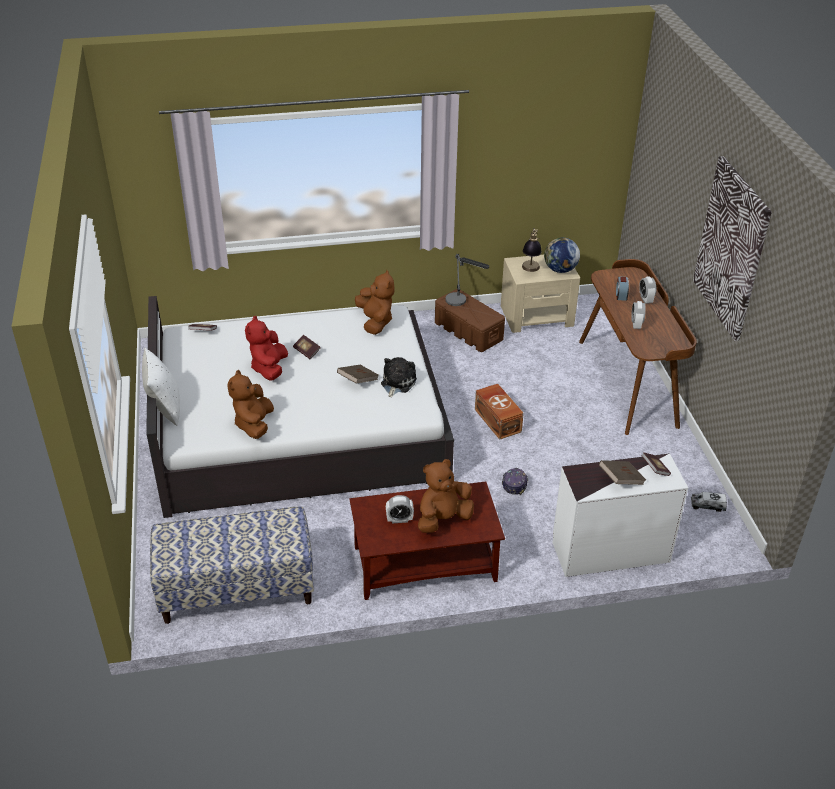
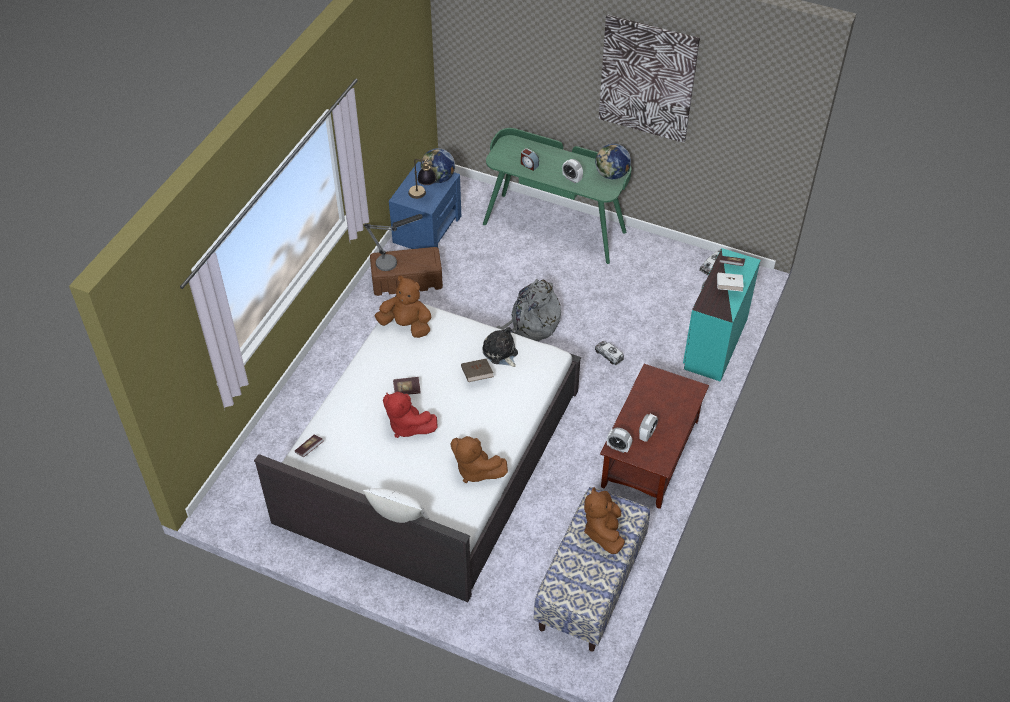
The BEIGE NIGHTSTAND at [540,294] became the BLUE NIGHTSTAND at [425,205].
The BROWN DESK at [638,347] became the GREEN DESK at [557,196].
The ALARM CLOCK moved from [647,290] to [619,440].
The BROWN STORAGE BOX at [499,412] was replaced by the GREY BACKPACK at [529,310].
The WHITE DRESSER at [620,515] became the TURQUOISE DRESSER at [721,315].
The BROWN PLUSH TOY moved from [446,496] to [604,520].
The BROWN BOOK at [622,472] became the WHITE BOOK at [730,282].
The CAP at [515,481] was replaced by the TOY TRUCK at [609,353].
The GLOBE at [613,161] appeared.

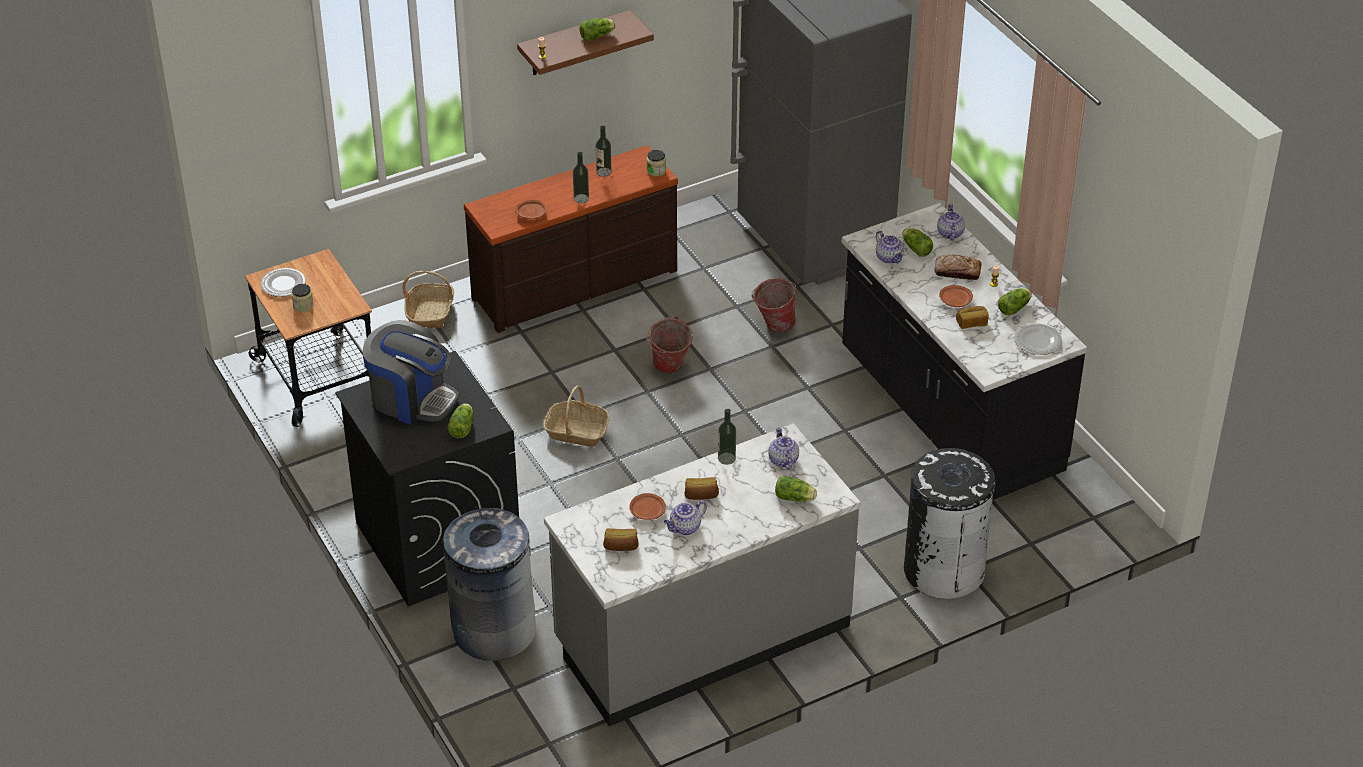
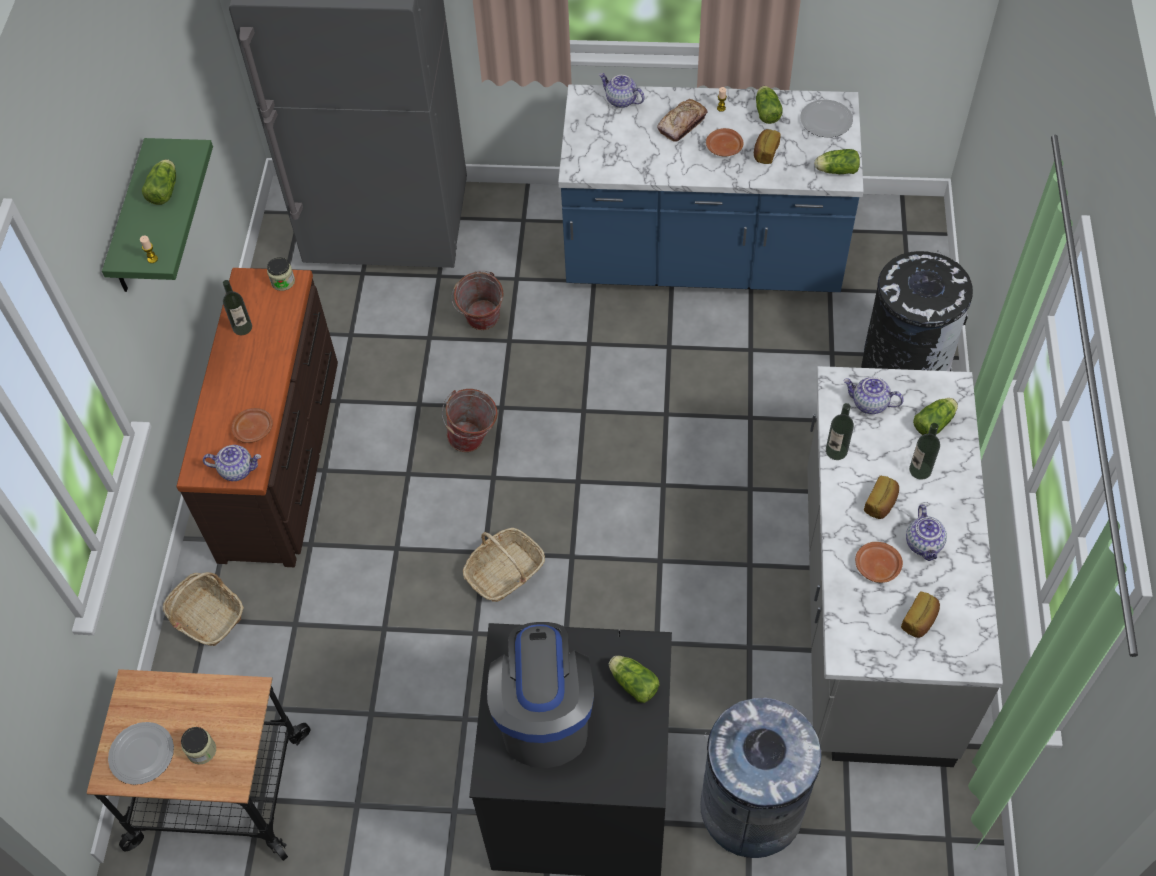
The BROWN SHELF at [585,42] became the GREEN SHELF at [157,215].
The BOTTLE moved from [581,177] to [924,451].
The BLACK COUNTER at [964,351] became the BLUE COUNTER at [711,188].
The LETTUCE moved from [917,242] to [837,161].
The TEAPOT moved from [890,247] to [232,463].
The COFFEE MACHINE at [411,372] turned 60 degrees counterclockwise.

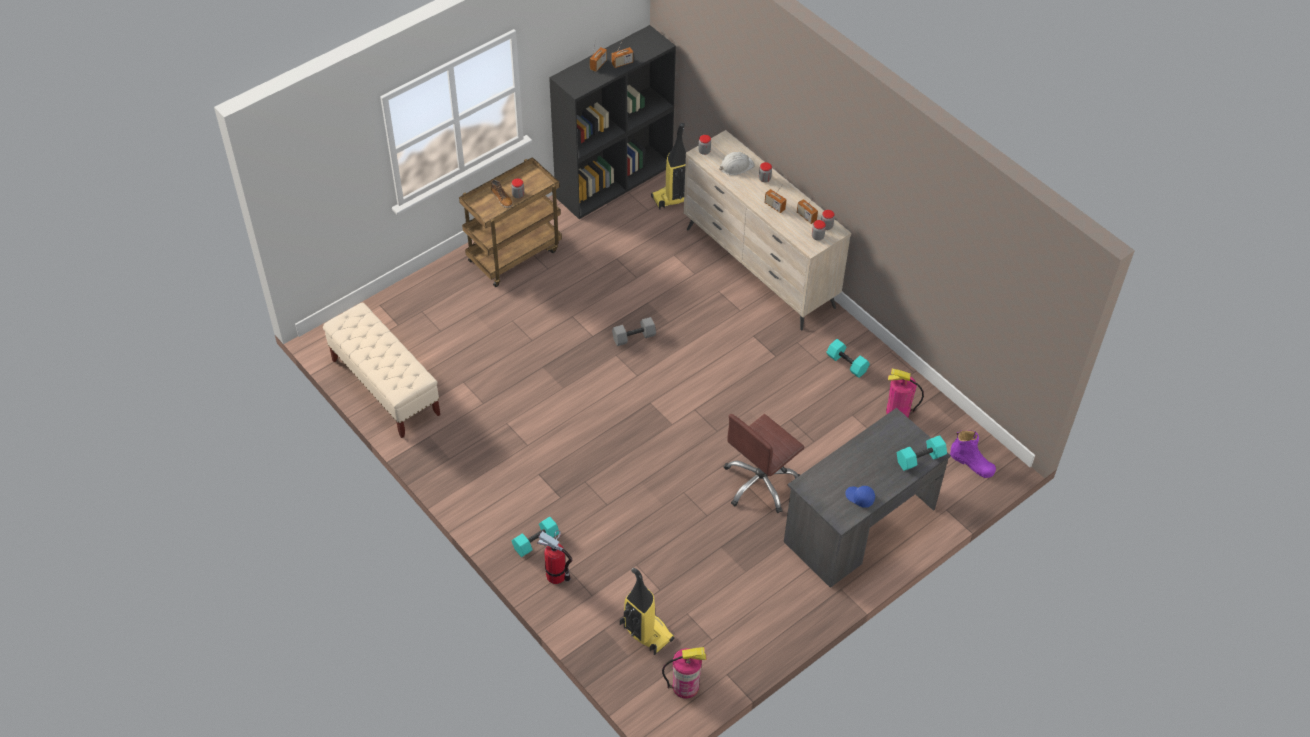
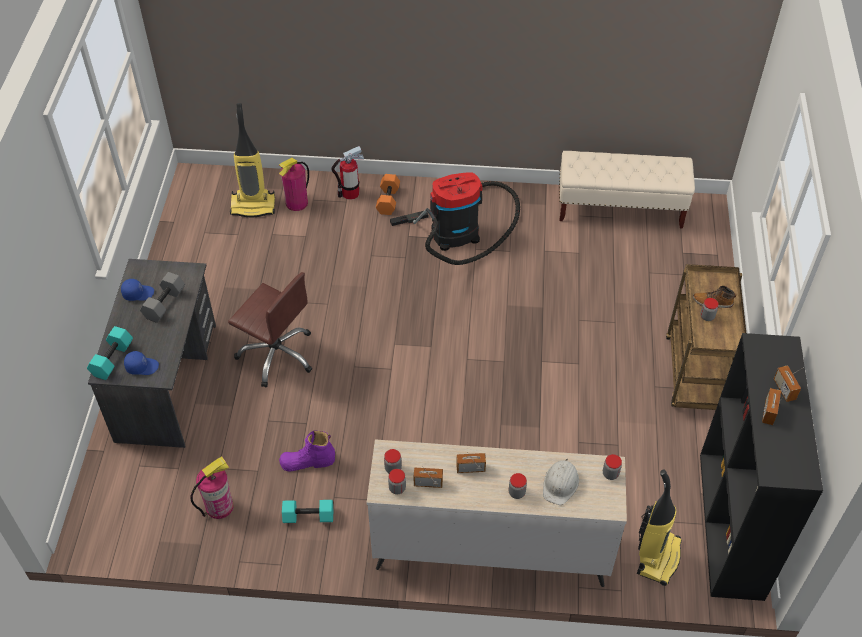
The GREY DUMBBELL moved from [634,331] to [162,297].
The BROWN OFFICE CHAIR at [764,463] turned 120 degrees clockwise.
The PURPLE BOOT moved from [973,454] to [307,451].
The TURQUOISE DUMBBELL at [535,537] became the ORANGE DUMBBELL at [388,194].
The FIRE EXTINGUISHER moved from [684,673] to [294,184].
The VACUUM CLEANER at [455,218] appeared.
The BLUE CAP at [141,363] appeared.

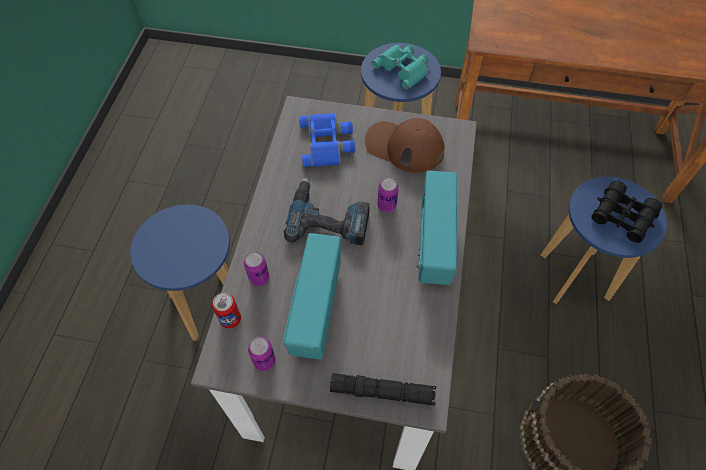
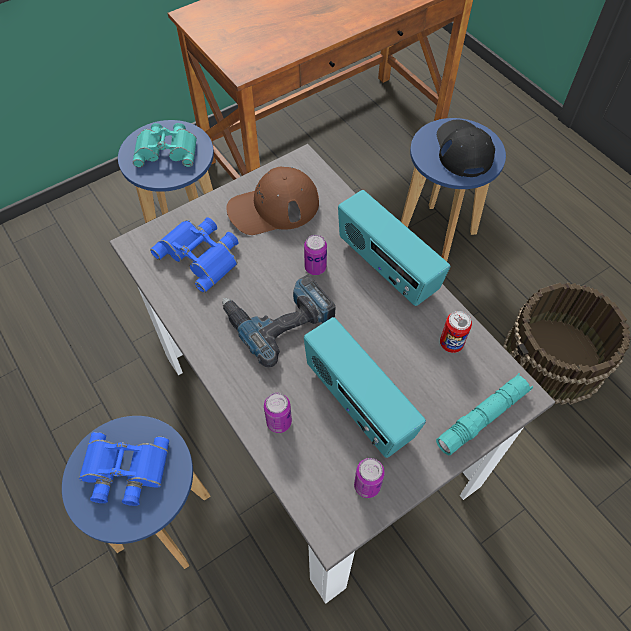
The BLACK BINOCULARS at [626,212] was replaced by the BLACK CAP at [466,148].
The CAN moved from [226,311] to [456,332].
The BLACK FLASHLIGHT at [383,390] became the TURQUOISE FLASHLIGHT at [484,414].
The BLUE BINOCULARS at [124,469] appeared.

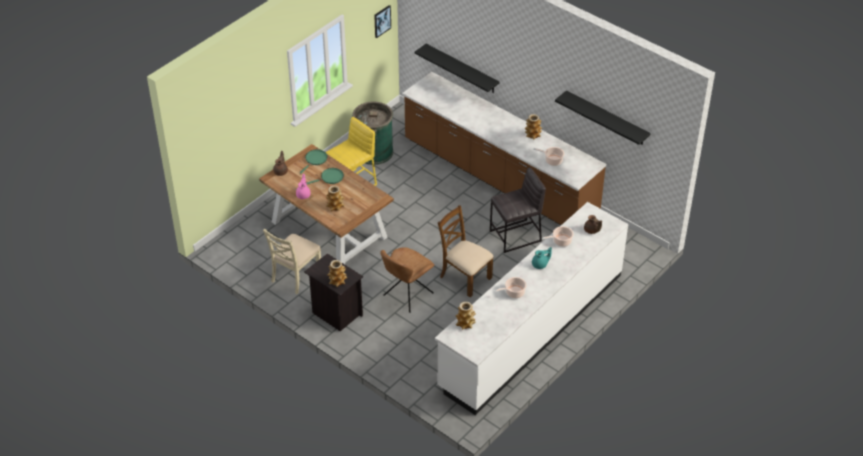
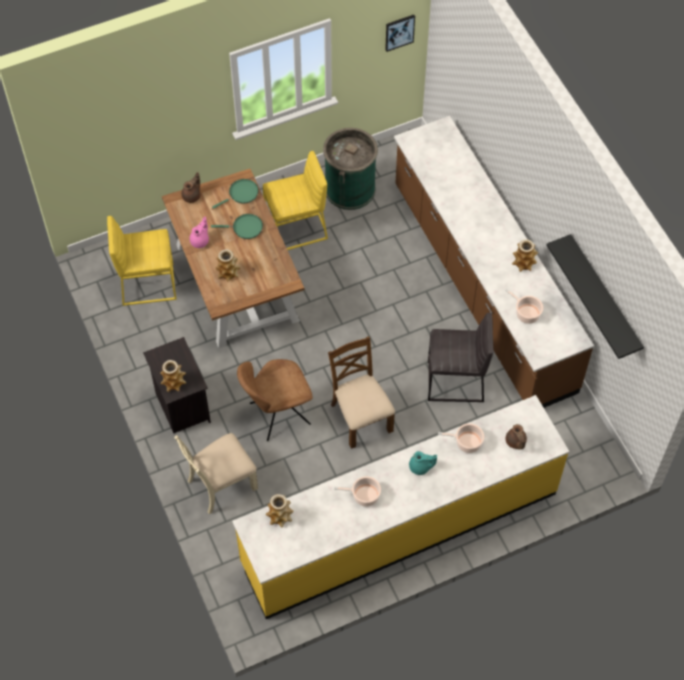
The BLACK SHELF at [457,68] disappeared.
The WHITE COUNTER at [532,308] became the YELLOW COUNTER at [400,507].
The BEIGE CHAIR moved from [292,261] to [216,473].
The YELLOW STOOL at [142,261] appeared.

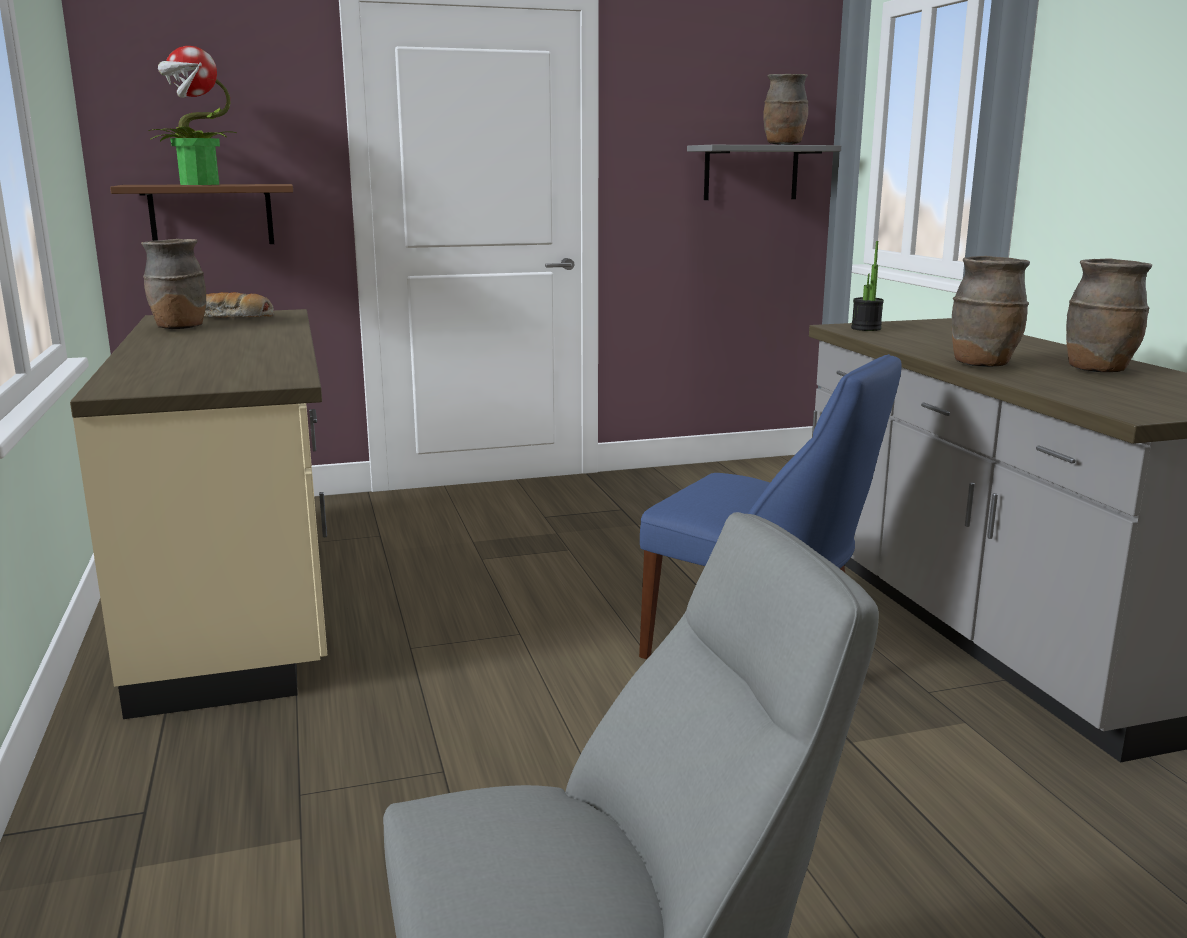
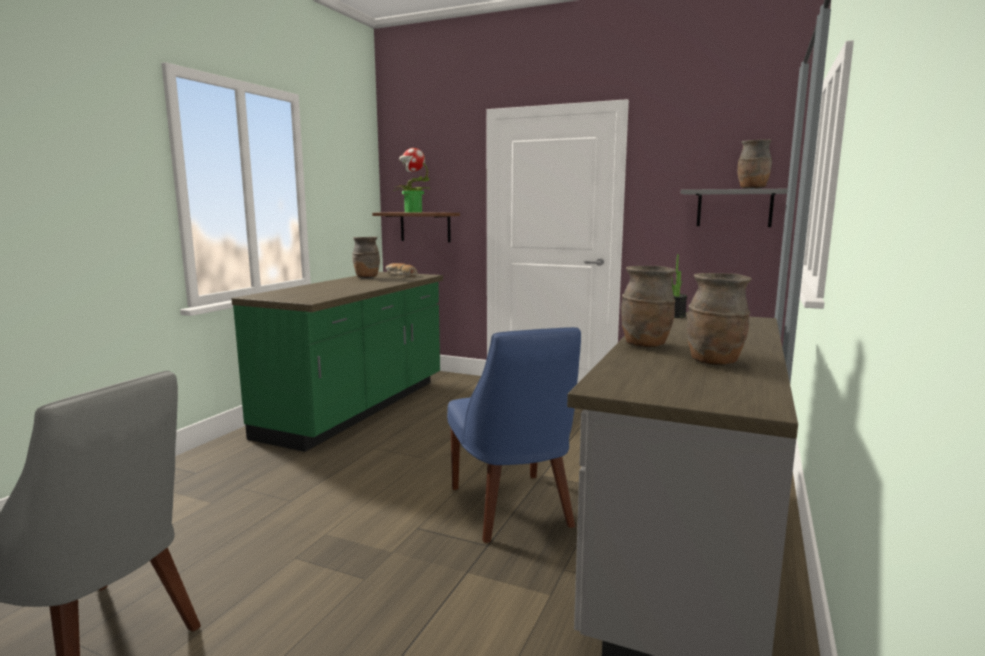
The BEIGE COUNTER at [198,514] became the GREEN COUNTER at [337,362].

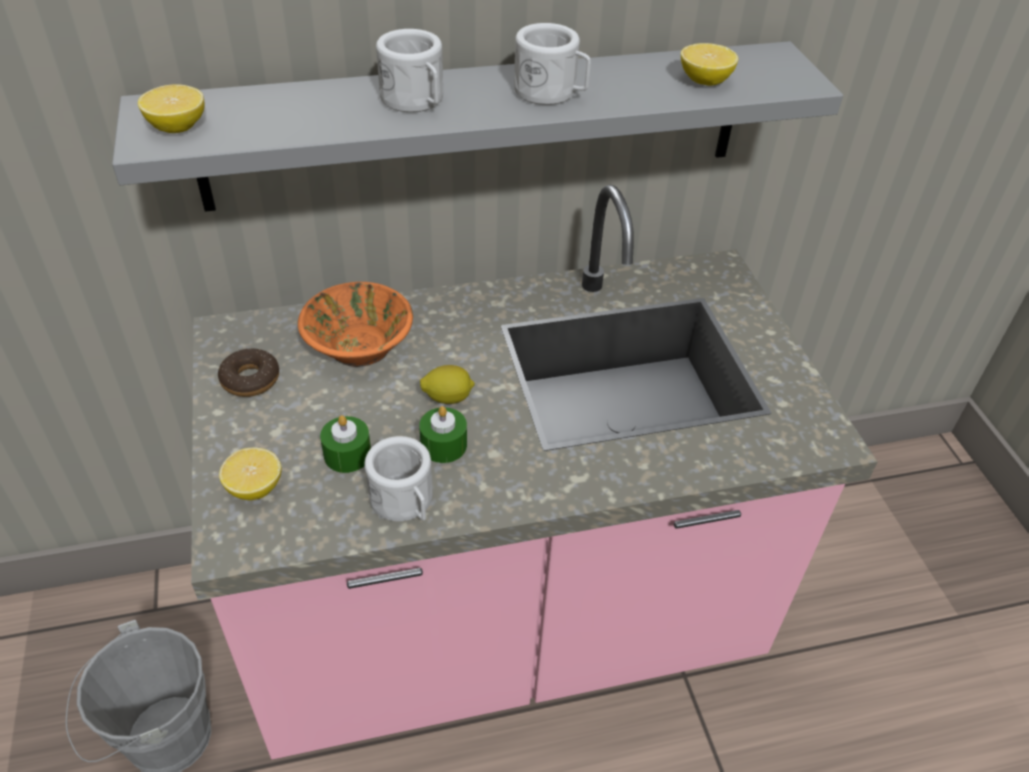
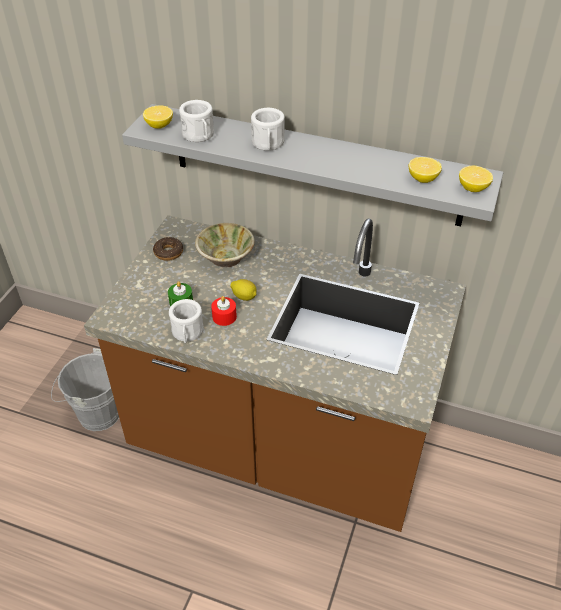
The WHITE MUG moved from [552,64] to [196,121].
The PINK COUNTER at [534,472] became the BROWN COUNTER at [275,373].
The ORANGE BOWL at [355,324] became the BEIGE BOWL at [225,245].
The GREEN CANDLE at [443,434] became the RED CANDLE at [224,311].
The LEMON moved from [250,474] to [476,179].

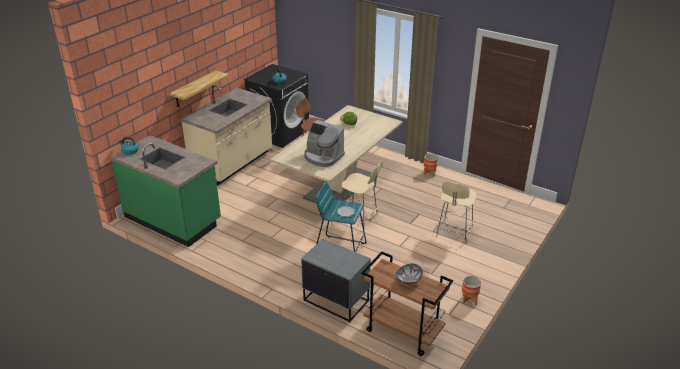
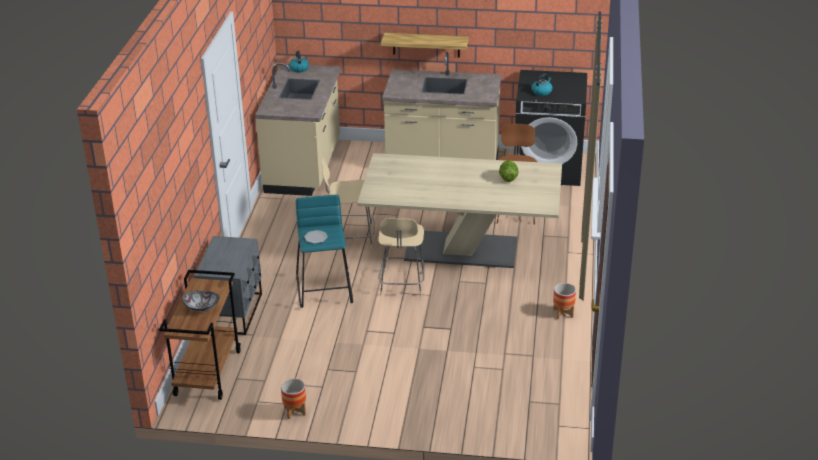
The COFFEE MACHINE at [324,143] disappeared.
The GREEN COUNTER at [165,191] became the BEIGE COUNTER at [298,129].
The BEIGE CHAIR moved from [456,213] to [348,202].

